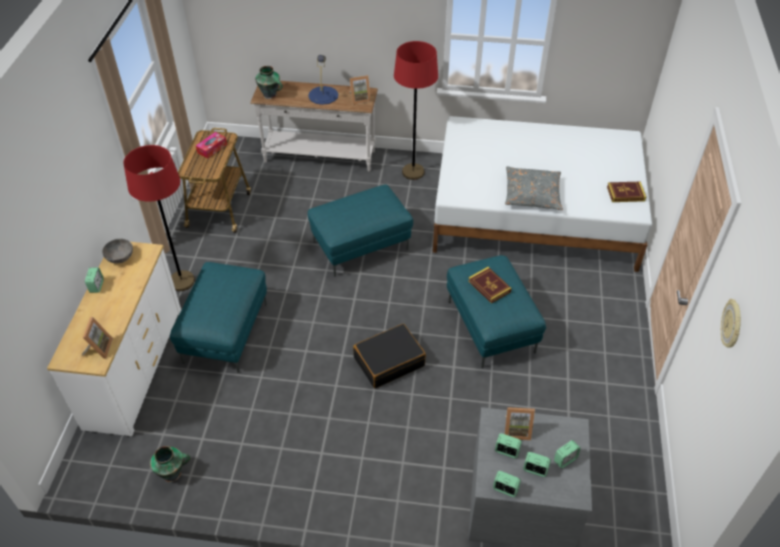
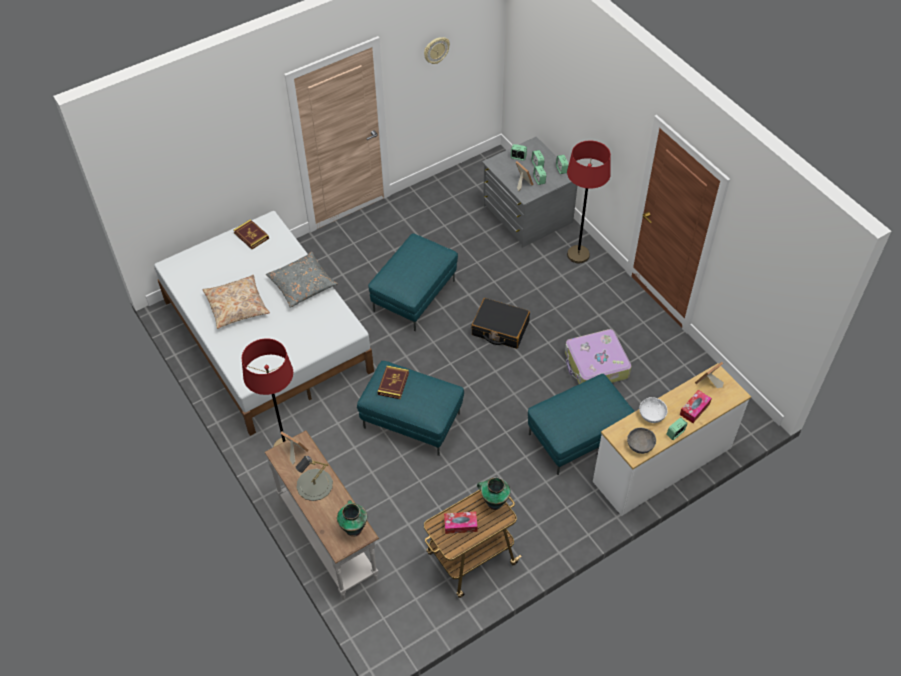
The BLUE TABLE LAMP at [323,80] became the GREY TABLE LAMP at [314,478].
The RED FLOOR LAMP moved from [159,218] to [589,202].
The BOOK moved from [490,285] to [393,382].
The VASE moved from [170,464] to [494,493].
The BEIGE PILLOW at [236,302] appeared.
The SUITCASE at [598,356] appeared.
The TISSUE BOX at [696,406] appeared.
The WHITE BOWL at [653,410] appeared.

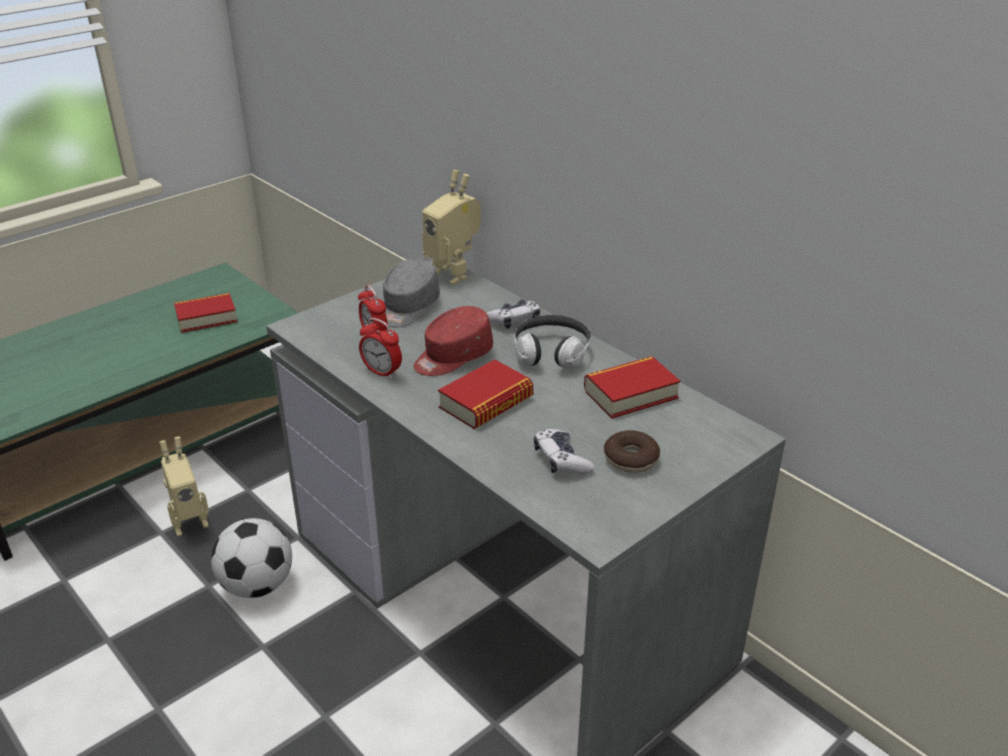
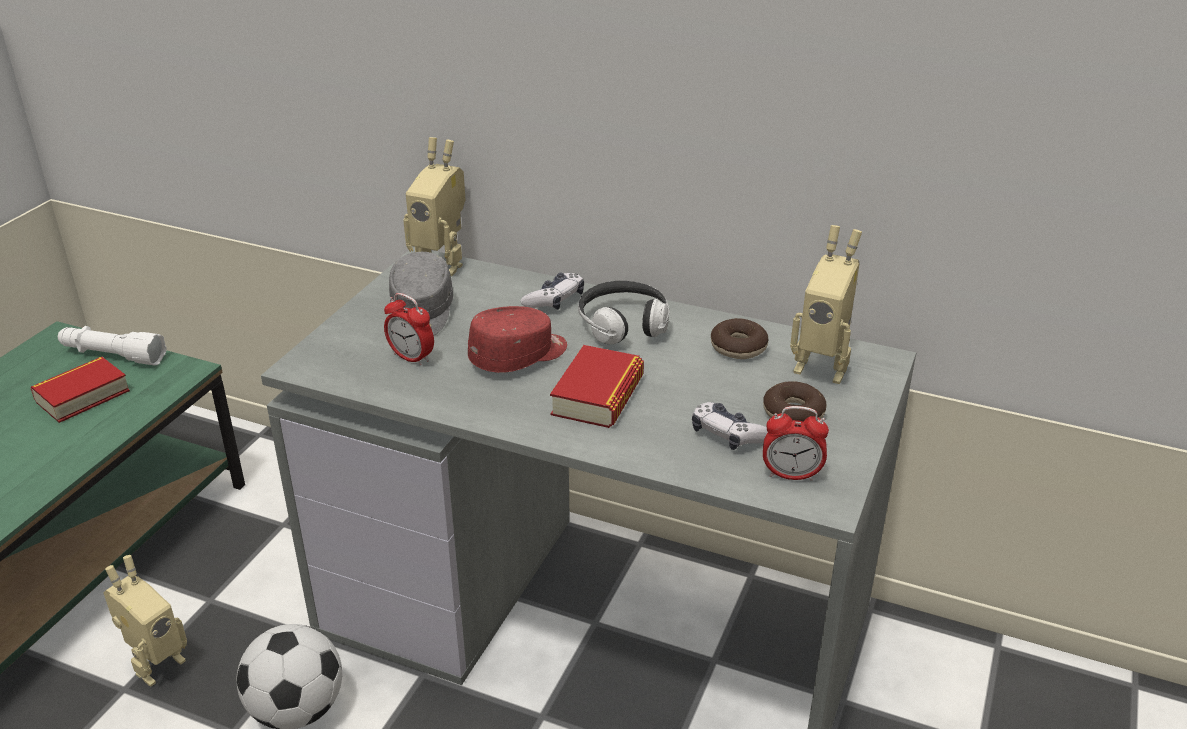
The RED CAP at [453,341] turned 150 degrees counterclockwise.
The ALARM CLOCK moved from [380,348] to [796,443].
The BOOK at [632,387] was replaced by the DONUT at [740,338].
The TOY ROBOT at [826,304] appeared.
The WHITE FLASHLIGHT at [112,345] appeared.

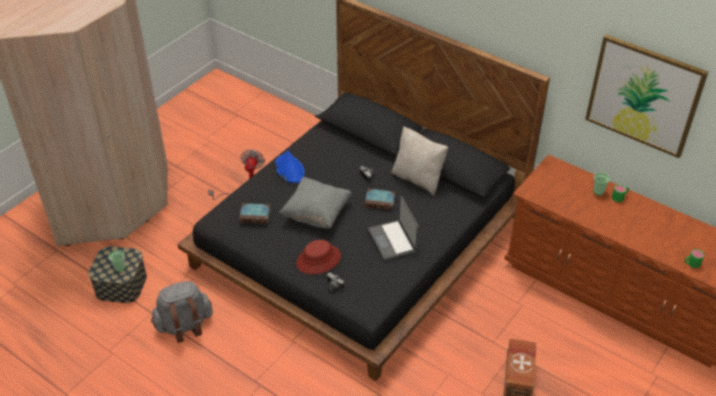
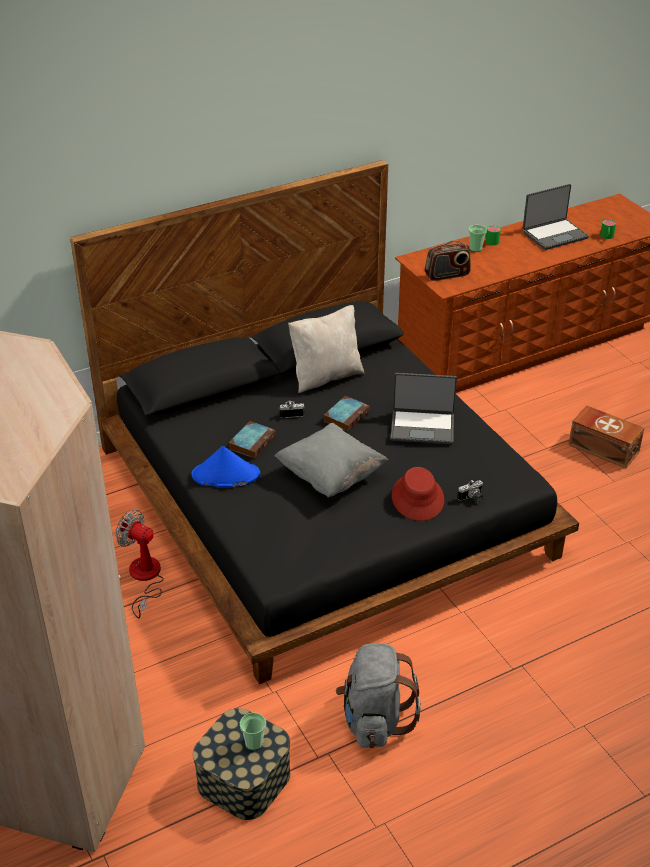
The PICTURE at [646,96] disappeared.
The BOOK moved from [255,213] to [252,439].
The LAPTOP at [556,217] appeared.
The RADIO at [448,260] appeared.

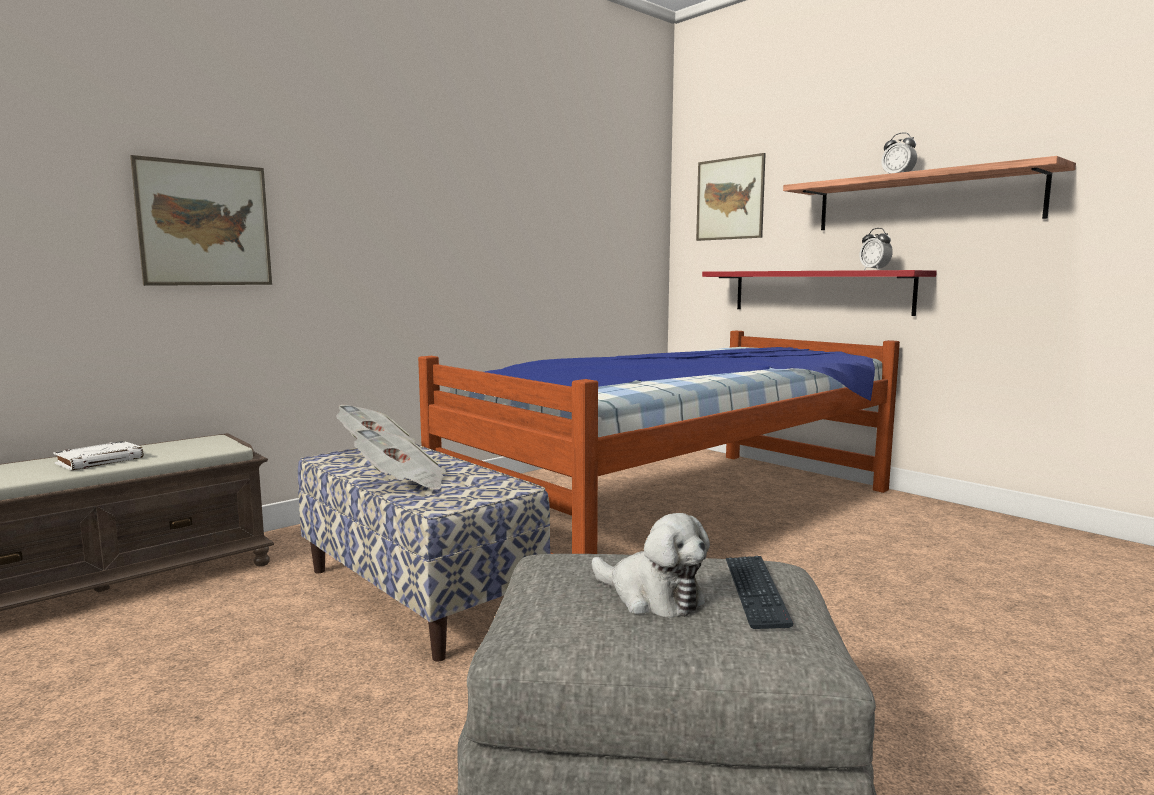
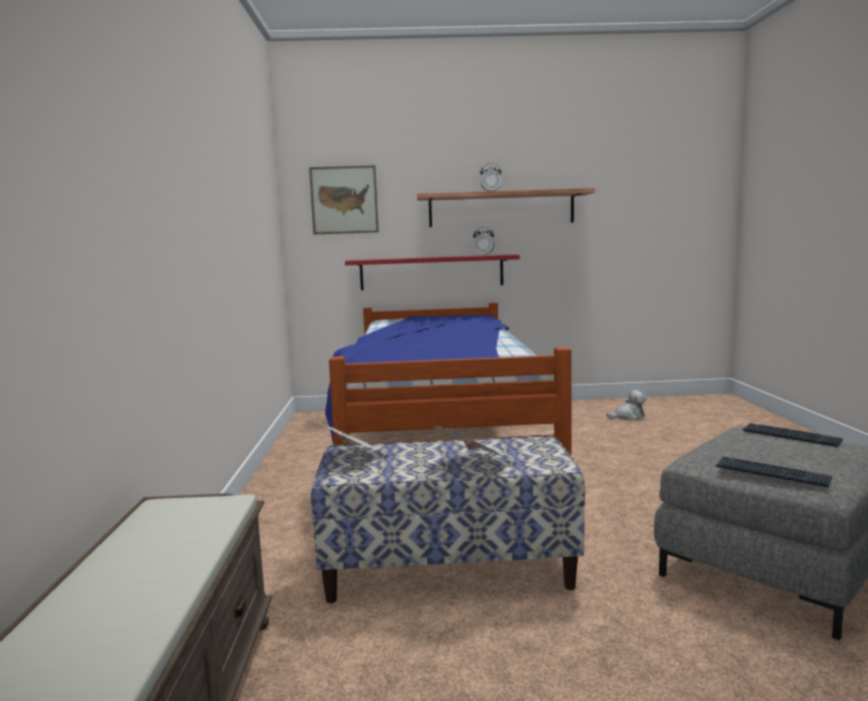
The PICTURE at [201,220] disappeared.
The WHITE BOOK at [98,455] disappeared.
The PLUSH TOY moved from [651,565] to [626,405].
The KEYBOARD at [774,472] appeared.

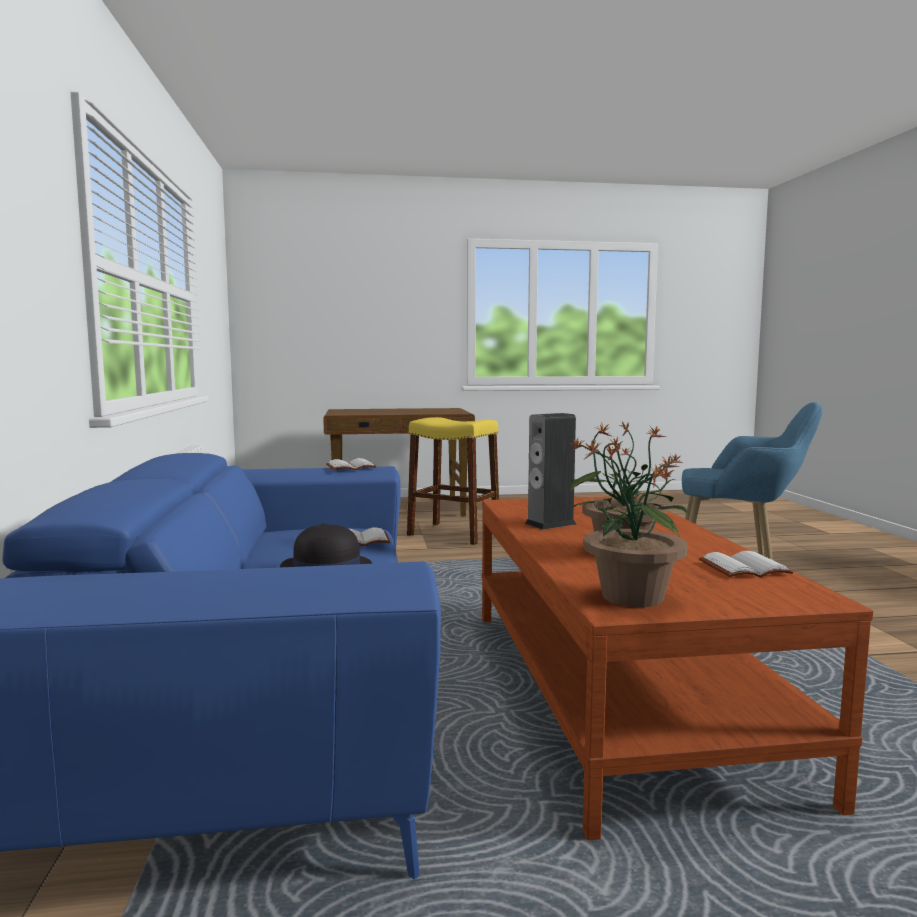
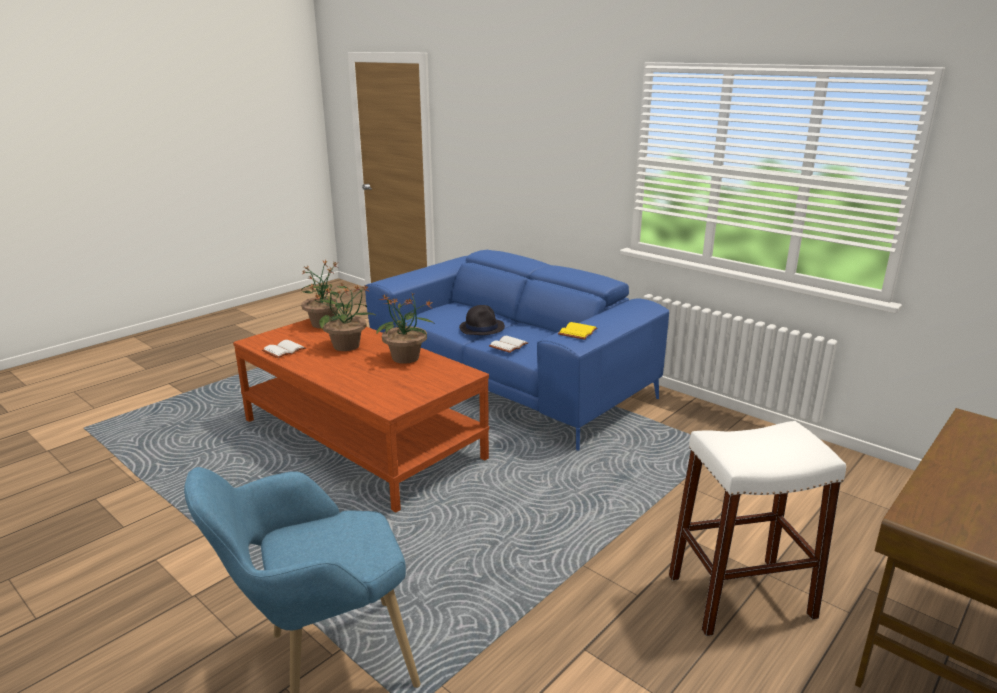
The SPEAKER at [550,471] was replaced by the POTTED PLANT at [405,328].
The YELLOW STOOL at [453,481] became the WHITE STOOL at [757,528].
The WHITE BOOK at [351,464] became the YELLOW BOOK at [578,331].

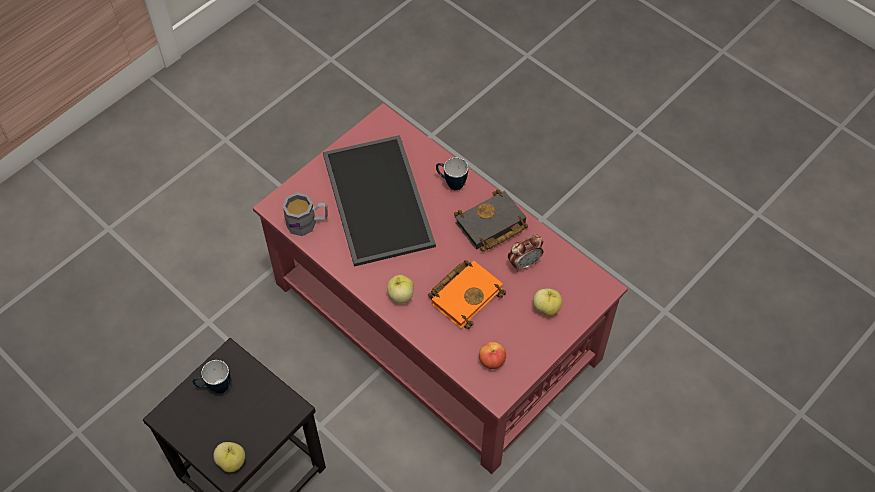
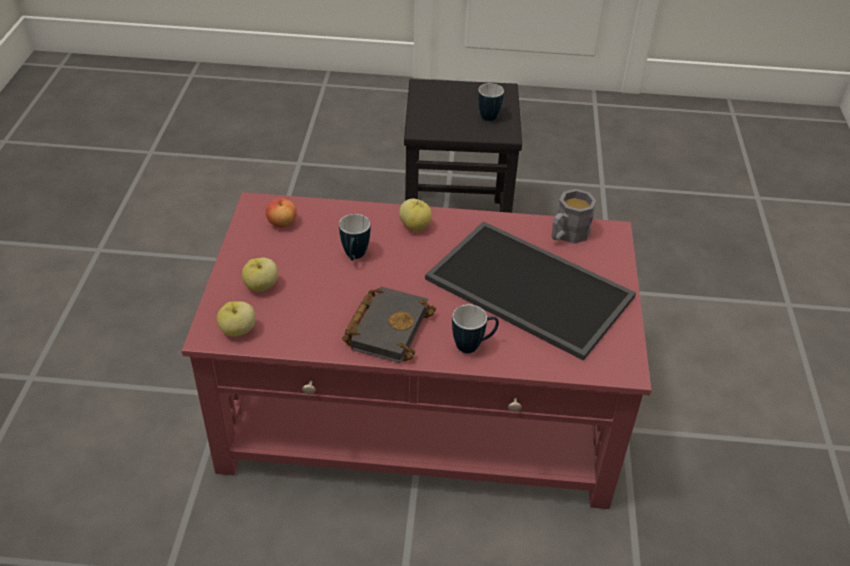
The ALARM CLOCK at [525,253] disappeared.
The ORANGE BOOK at [467,294] was replaced by the MUG at [355,237].
The APPLE moved from [229,457] to [236,319].

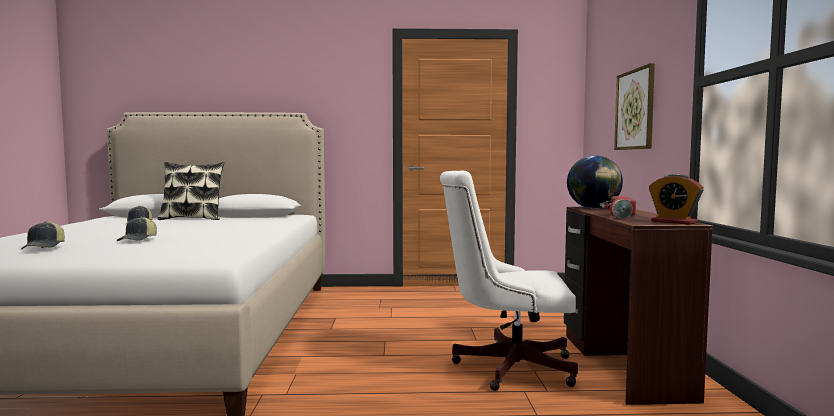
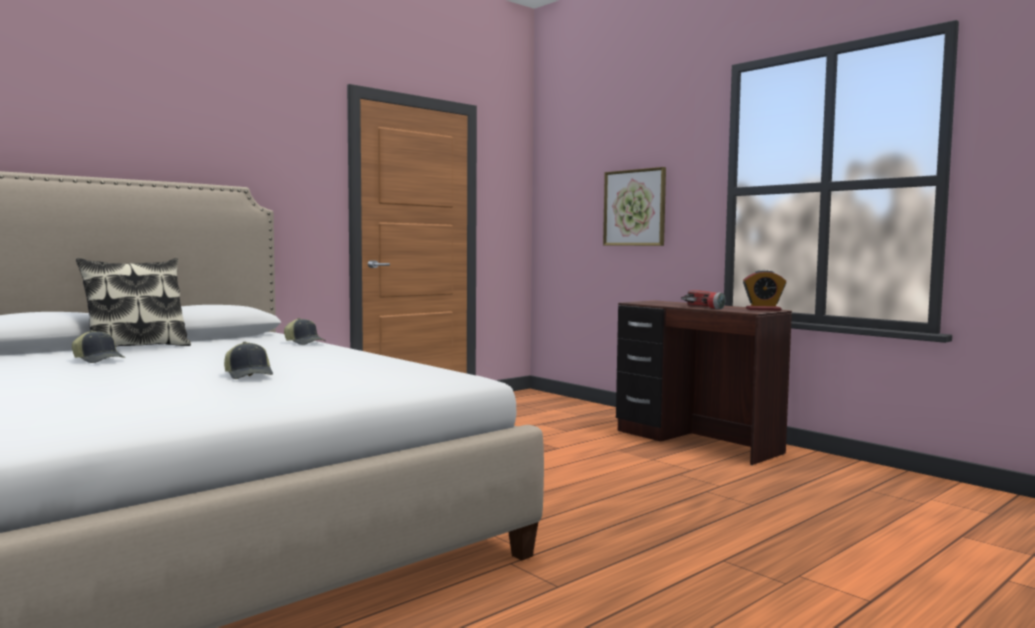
The GLOBE at [595,182] disappeared.
The WHITE OFFICE CHAIR at [509,281] disappeared.
The CAP moved from [43,235] to [305,331].

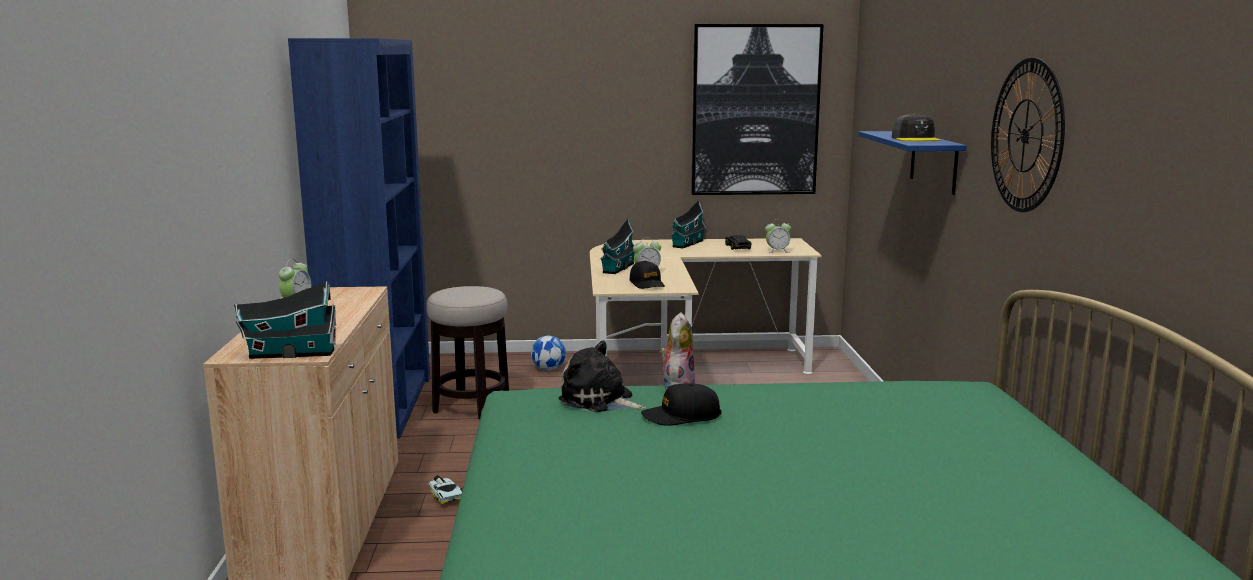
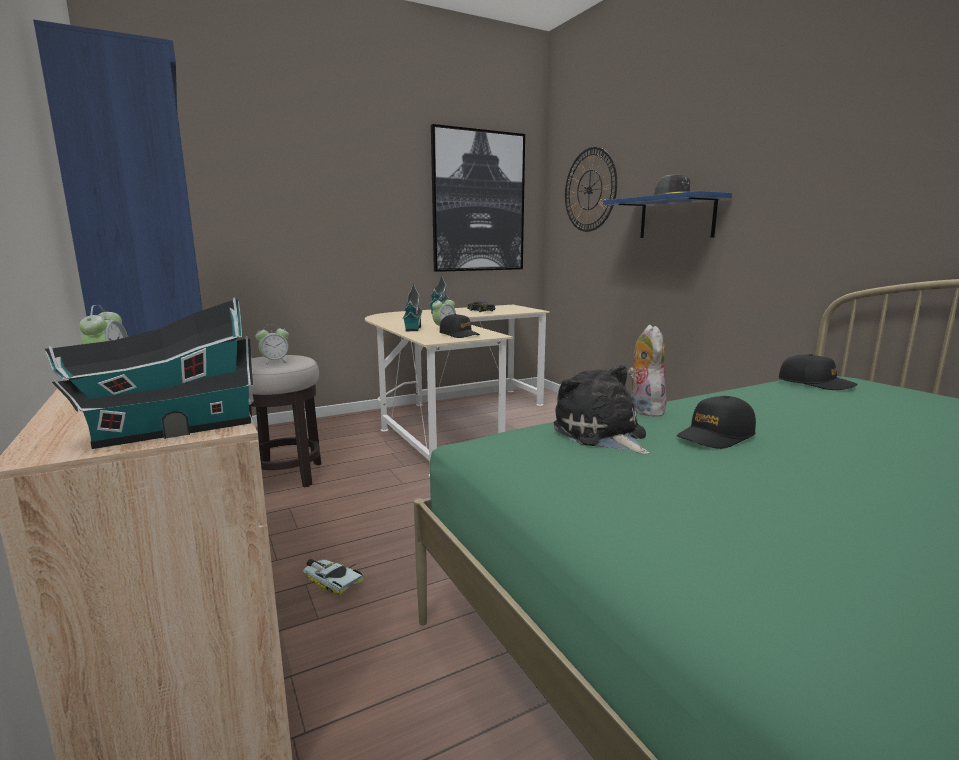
The WALL CLOCK moved from [1028,135] to [591,189].
The ALARM CLOCK moved from [778,236] to [272,344].
The FOOTBALL at [548,352] disappeared.
The PLUSH TOY at [602,376] turned 60 degrees clockwise.
The BLACK CAP at [818,372] appeared.

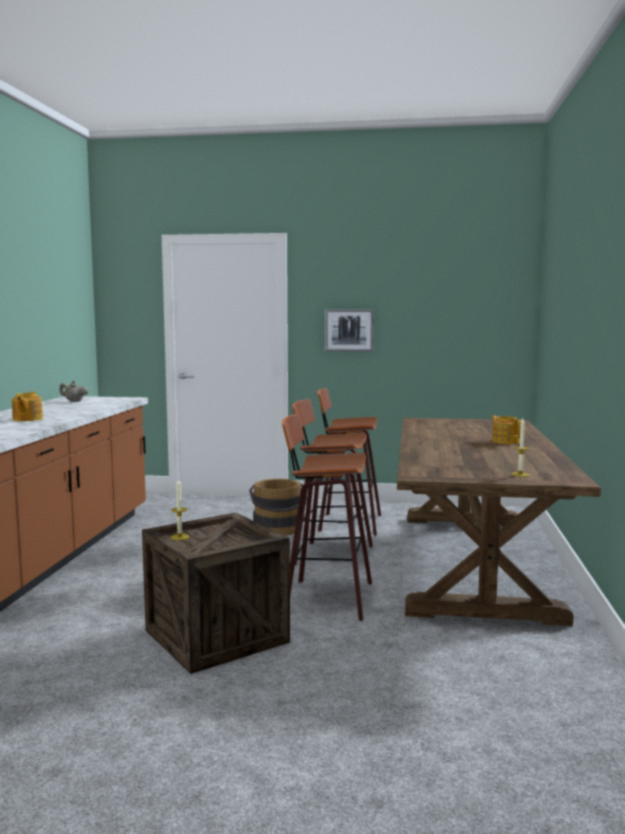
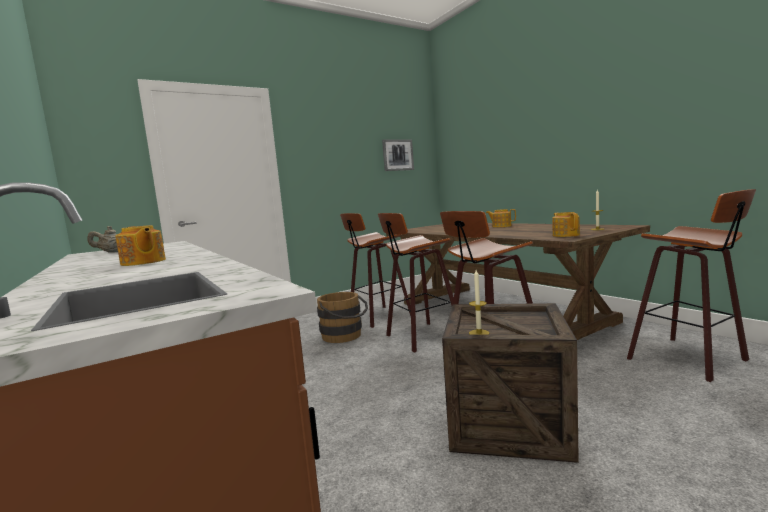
The PICTURE moved from [349,330] to [398,155].
The STOOL at [691,285] appeared.
The TEAPOT at [566,224] appeared.

